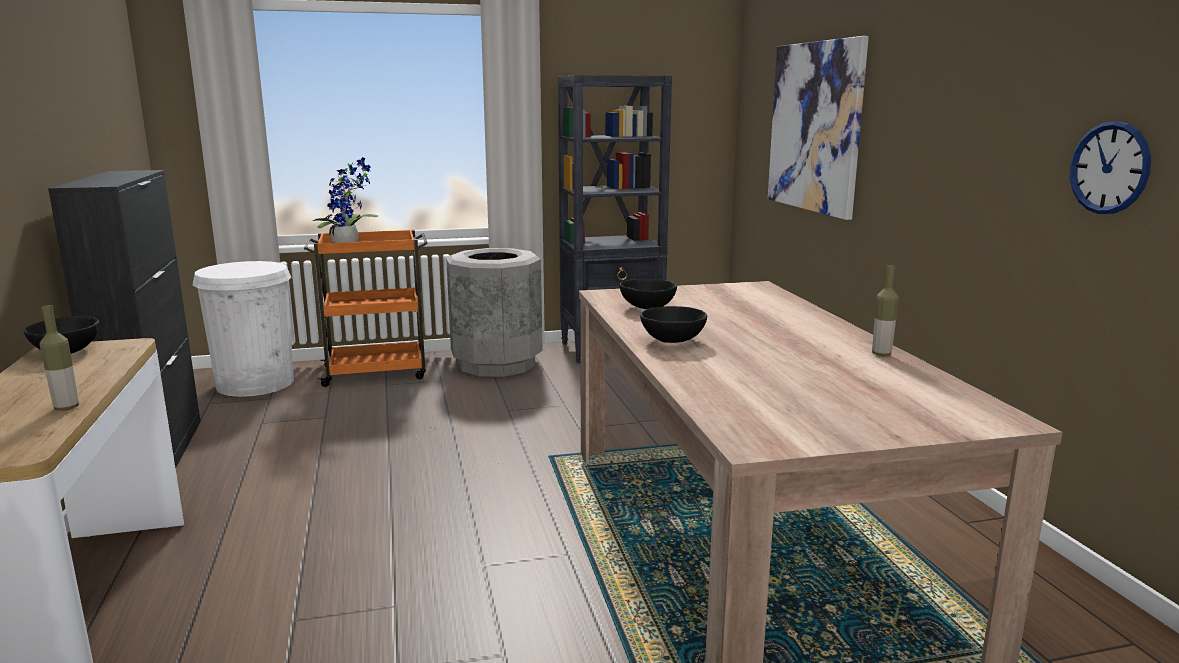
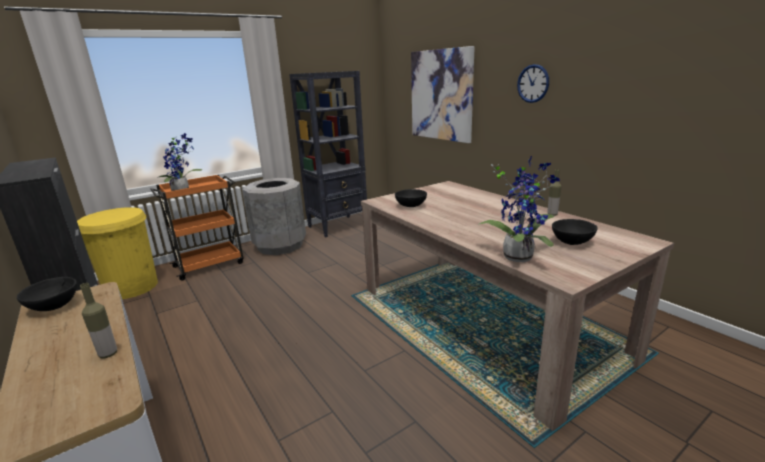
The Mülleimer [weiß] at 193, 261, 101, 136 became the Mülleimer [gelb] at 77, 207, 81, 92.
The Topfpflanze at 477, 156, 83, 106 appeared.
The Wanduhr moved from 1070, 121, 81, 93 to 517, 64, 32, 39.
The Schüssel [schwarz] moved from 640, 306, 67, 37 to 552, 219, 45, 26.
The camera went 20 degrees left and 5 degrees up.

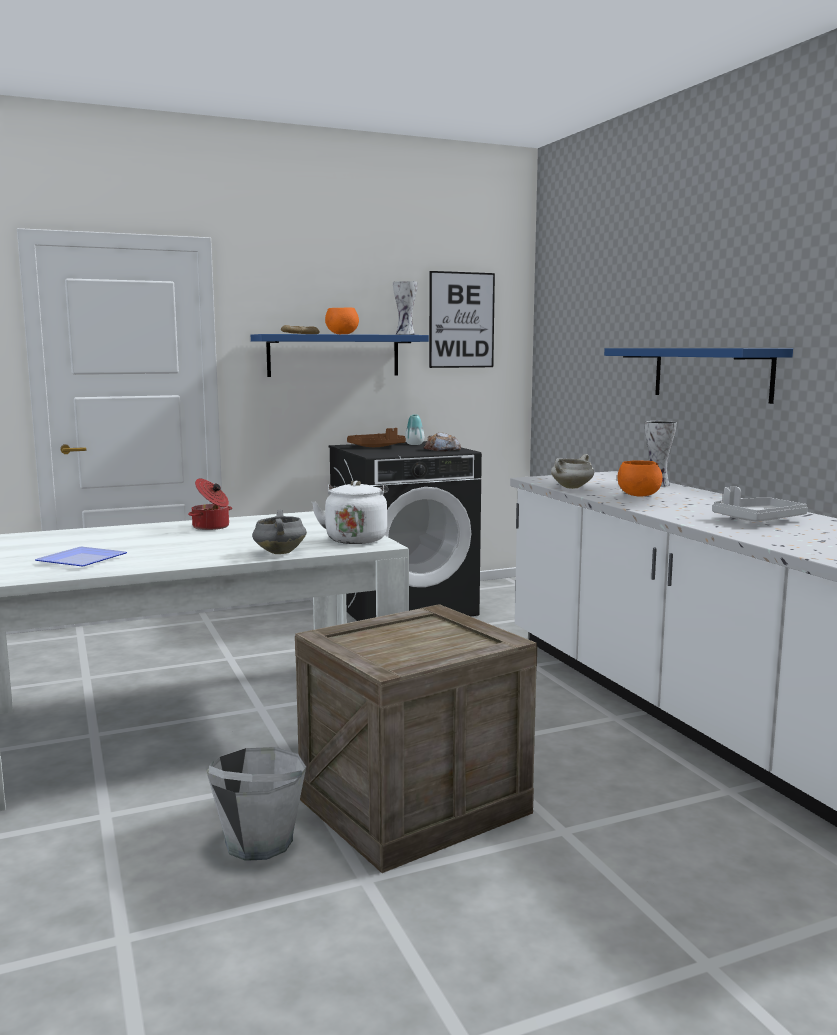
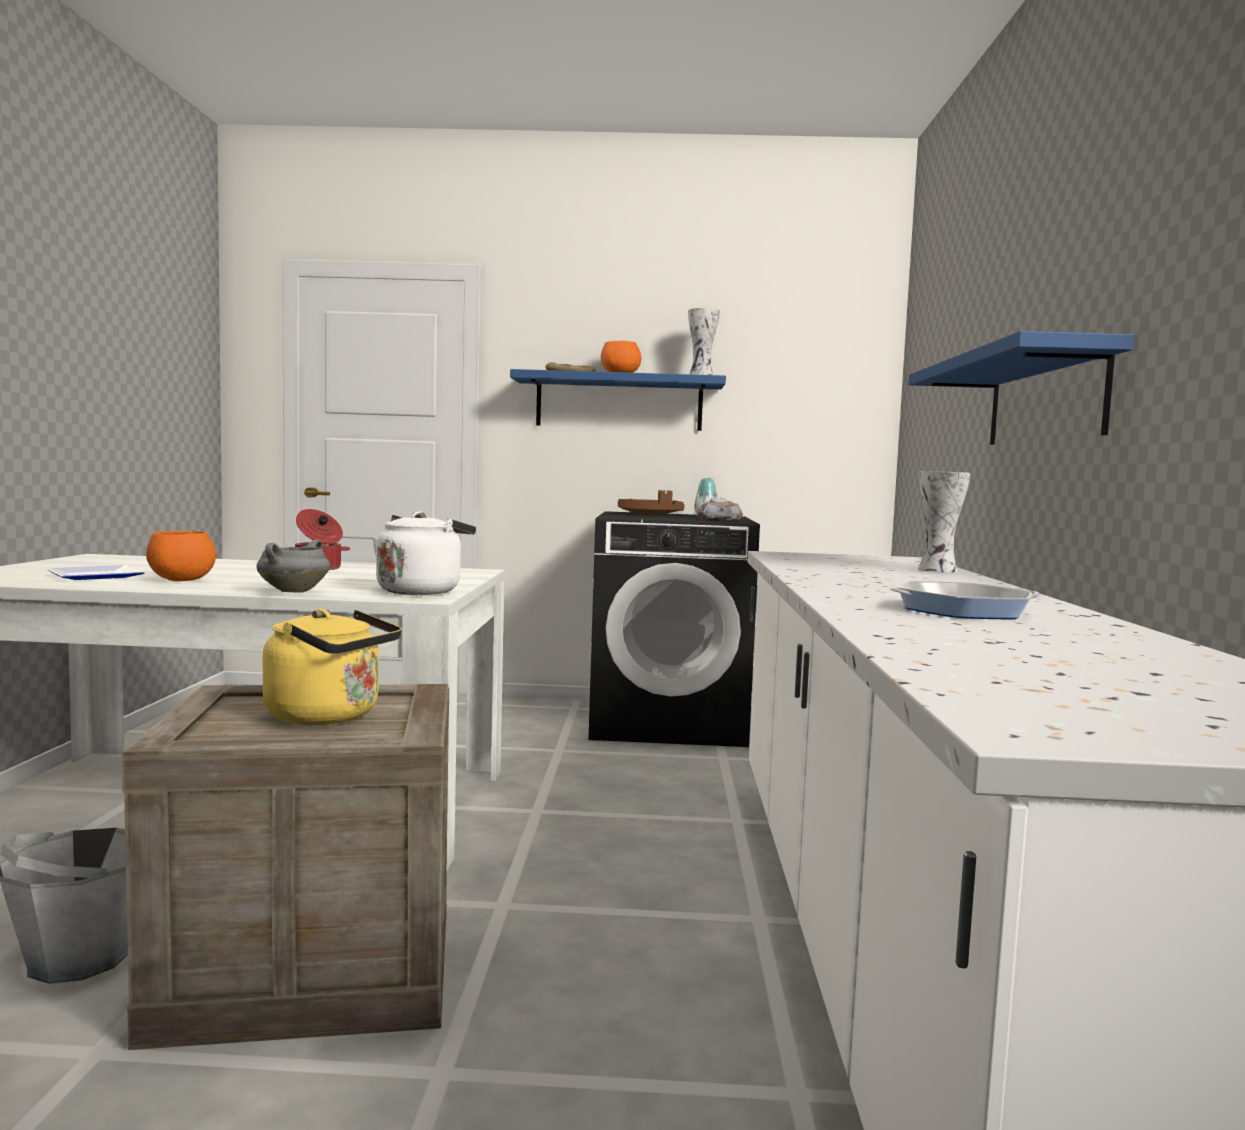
The Schüssel [orange] moved from 617, 460, 45, 37 to 146, 531, 70, 50.
The Wasserkessel [gelb] at 263, 609, 138, 116 appeared.
The Tablett [grau] at 712, 486, 96, 35 was replaced by the Pfanne at 890, 581, 150, 38.
The Bild at 429, 271, 66, 97 disappeared.
The Kochtopf [weiß] at 551, 454, 43, 35 disappeared.
The camera went 25 degrees right and 5 degrees down.

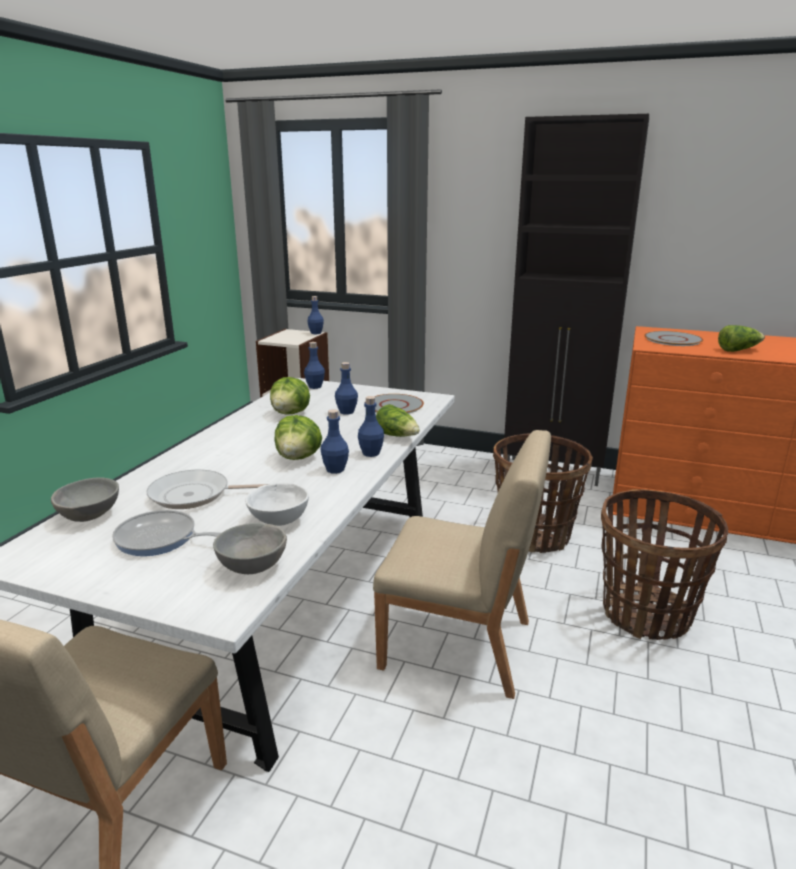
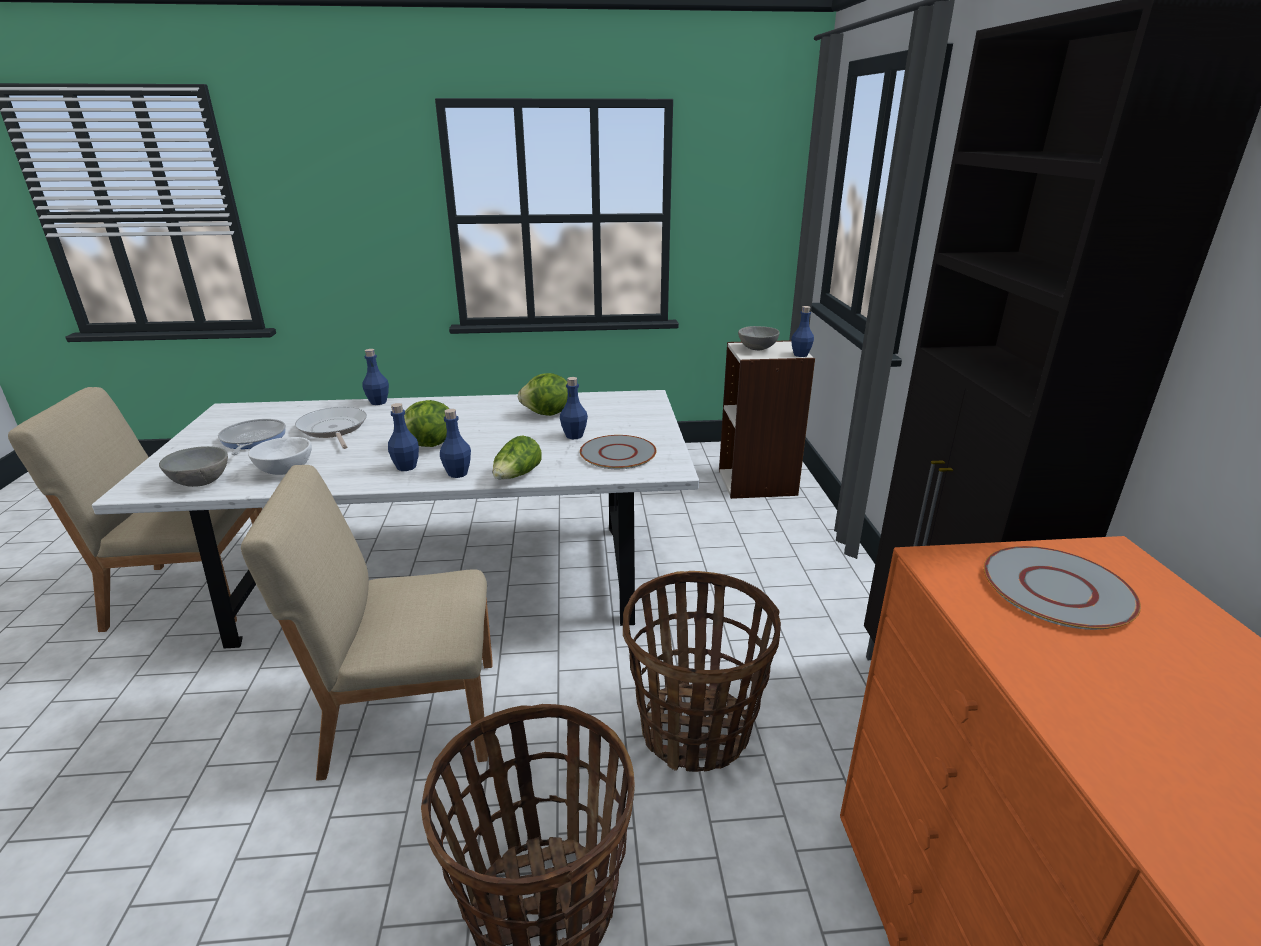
The Stuhl [beige] at 373, 430, 178, 269 turned 90 degrees clockwise.
The Flasche [blau] moved from 304, 342, 21, 47 to 362, 349, 27, 56.
The Schüssel [grau] moved from 51, 477, 68, 45 to 738, 326, 42, 24.
The Salatkopf at 718, 325, 47, 27 disappeared.
The camera went 65 degrees right and 5 degrees up.

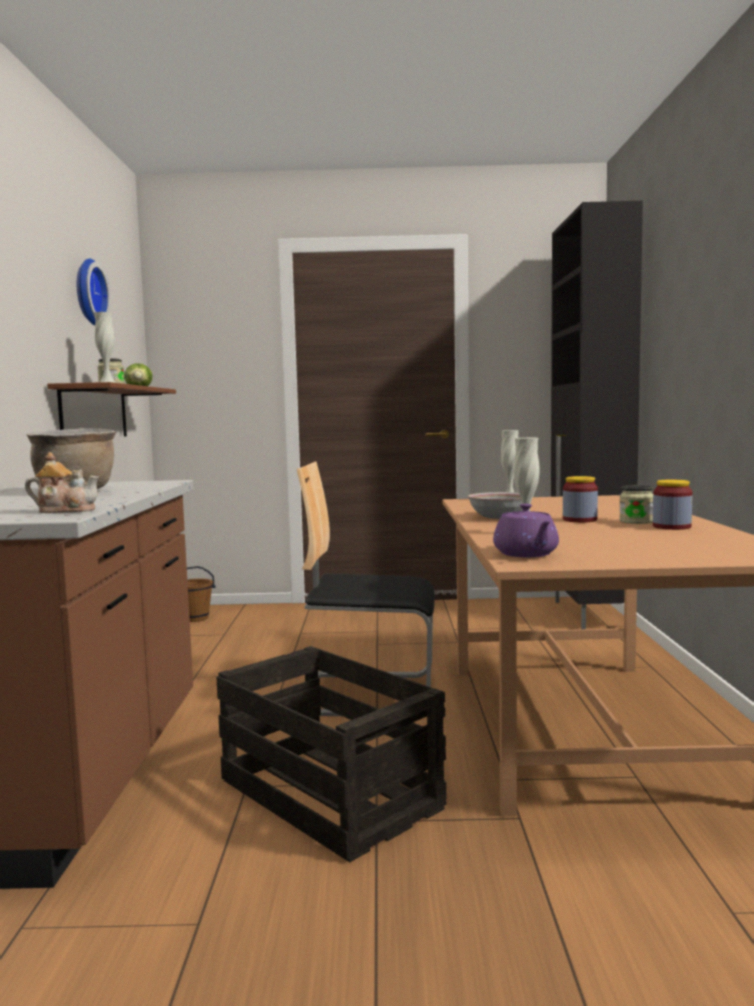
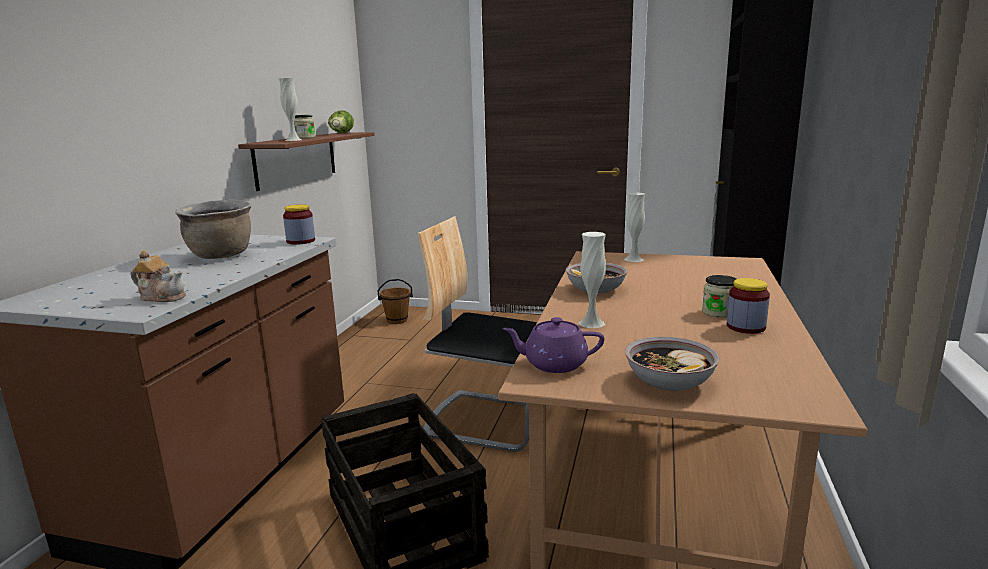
The Vorratsglas moved from 563, 476, 35, 46 to 283, 204, 32, 41.
The Teekanne [lila] at 493, 504, 66, 53 turned 90 degrees clockwise.
The Schüssel at 625, 336, 95, 55 appeared.
The Wanduhr at 77, 259, 34, 66 disappeared.
The camera went 15 degrees right and 10 degrees up.

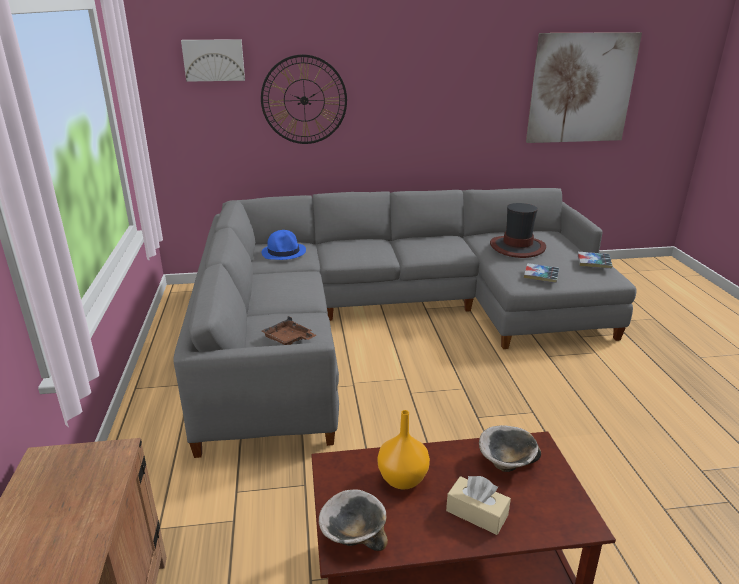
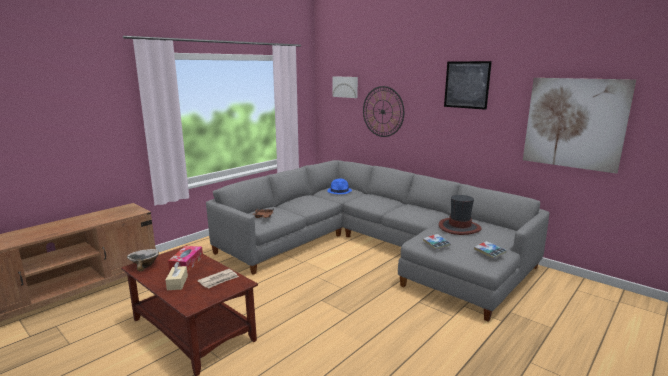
The Vase [orange] at 377, 410, 53, 80 was replaced by the Taschentuchbox at 168, 246, 35, 27.
The Schüssel at 479, 425, 62, 47 was replaced by the Zeitung at 198, 269, 41, 19.
The Bild at 444, 61, 48, 49 appeared.
The camera went 50 degrees right and 10 degrees down.

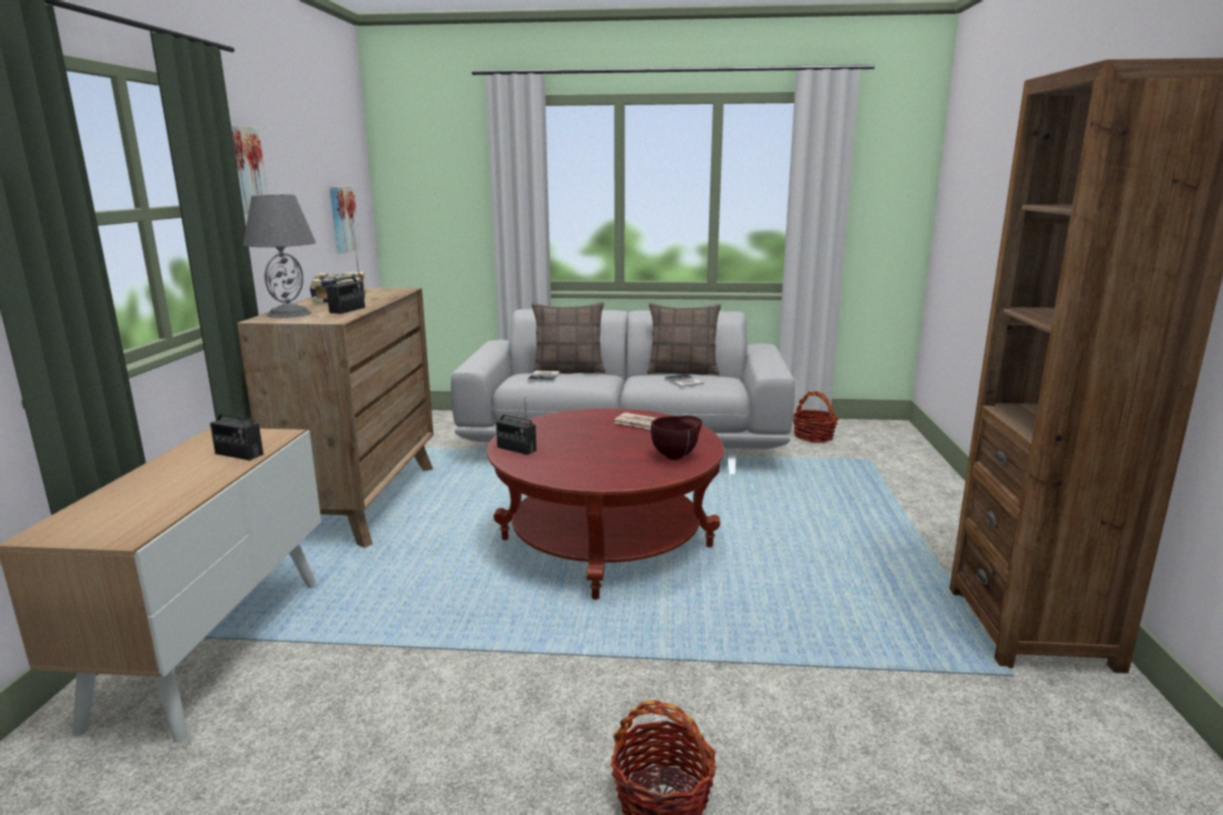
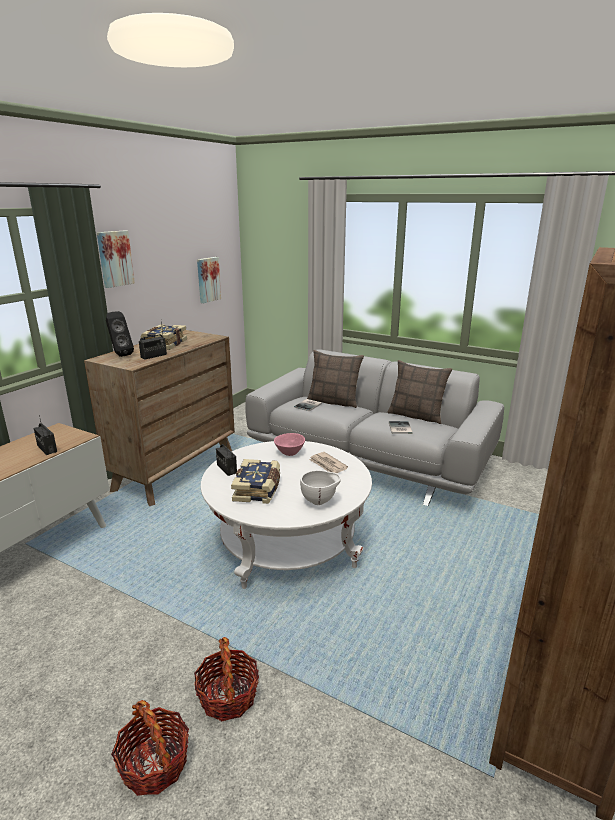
The Tischlampe [grau] at 243, 194, 73, 124 was replaced by the Lautsprecher [schwarz] at 106, 311, 28, 46.
The Korb moved from 793, 391, 45, 51 to 194, 637, 65, 84.
The Couchtisch [rot] at 487, 408, 237, 192 became the Couchtisch [weiß] at 201, 441, 171, 148.
The Buch at 231, 459, 49, 45 appeared.
The Schüssel [rosa] at 274, 433, 31, 23 appeared.
The Schüssel [braun] at 651, 416, 51, 44 became the Schüssel [weiß] at 300, 470, 41, 35.
The camera went 25 degrees right and 5 degrees up.

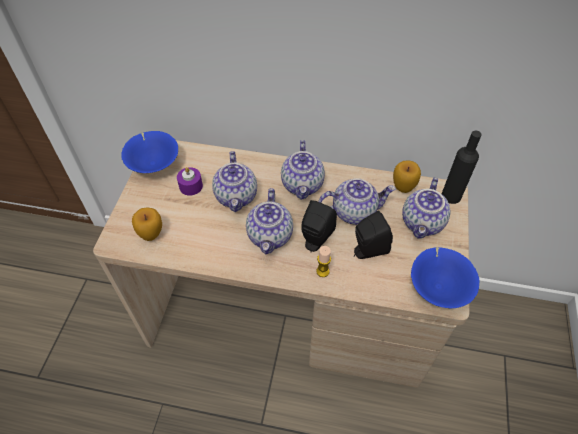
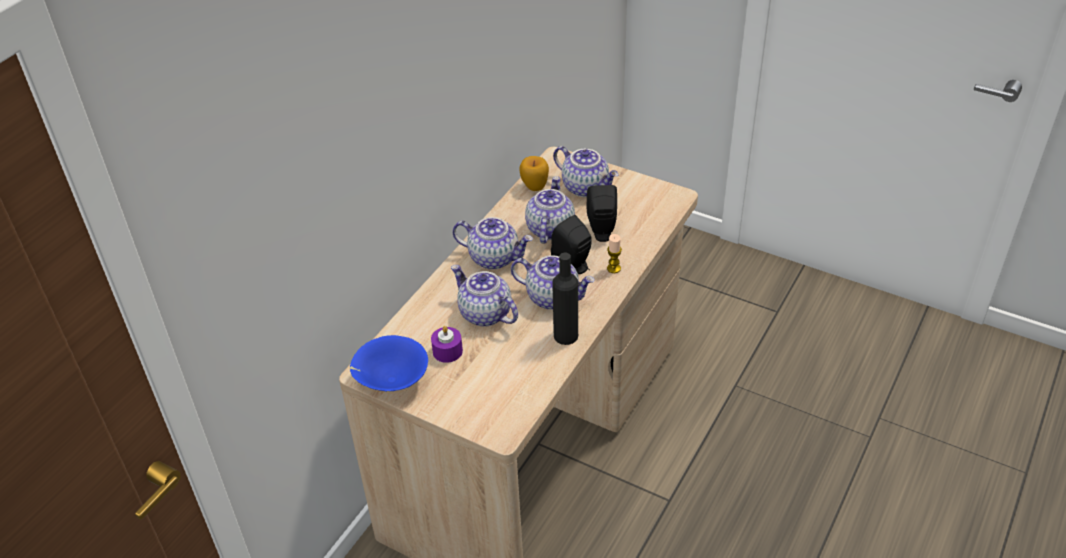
The Teekanne at 212, 151, 45, 61 turned 150 degrees counterclockwise.
The Flasche [schwarz] moved from 442, 131, 40, 73 to 552, 253, 26, 92.
The Apfel at 132, 207, 30, 34 disappeared.
The Schüssel [blau] at 411, 247, 68, 61 disappeared.
The camera went 70 degrees left and 10 degrees down.

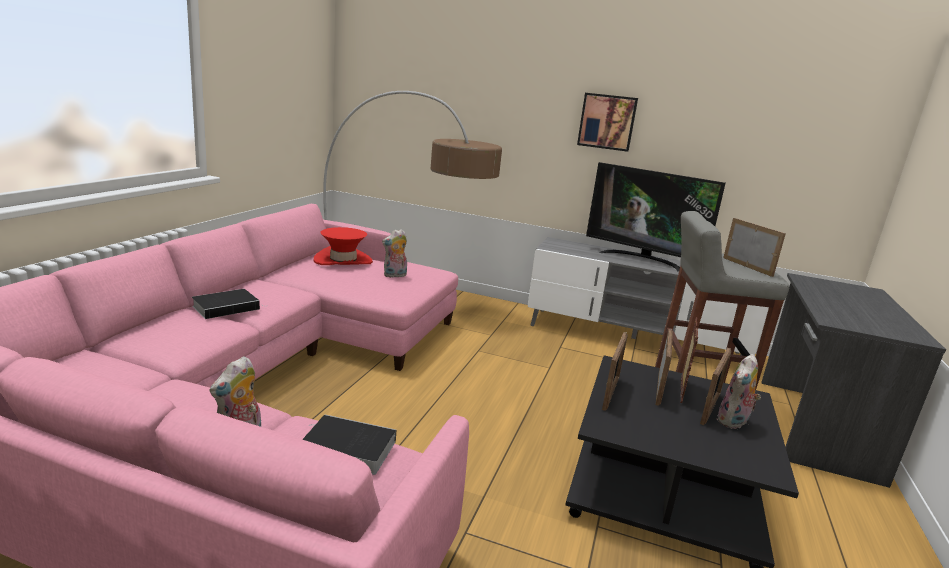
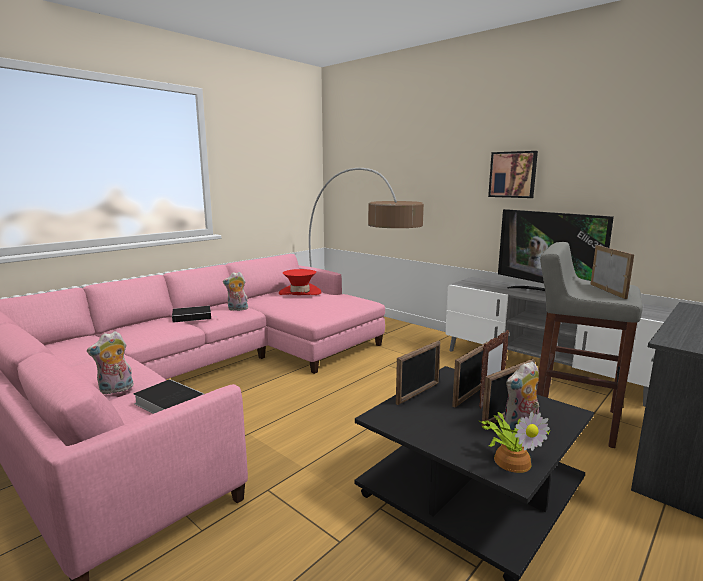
The Plüschtier moved from 382, 229, 25, 49 to 223, 272, 25, 39.
The Topfpflanze at 479, 411, 72, 62 appeared.
The camera went 25 degrees right and 5 degrees down.

